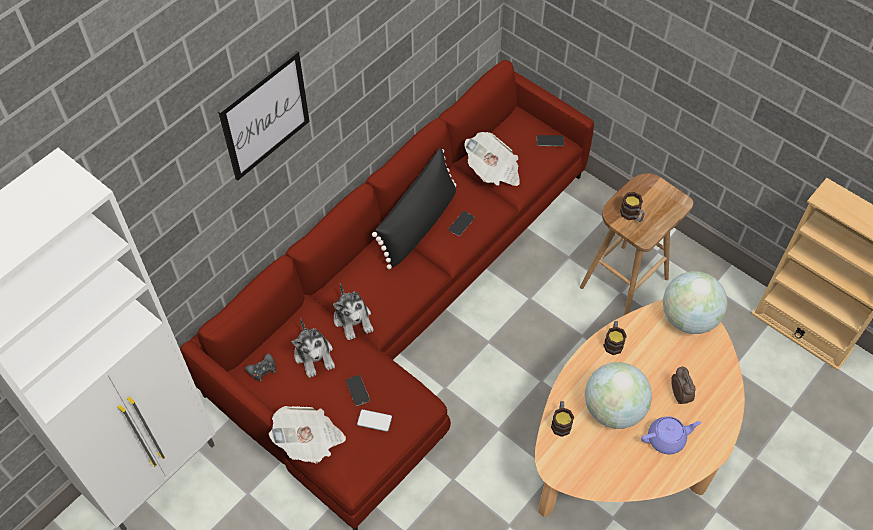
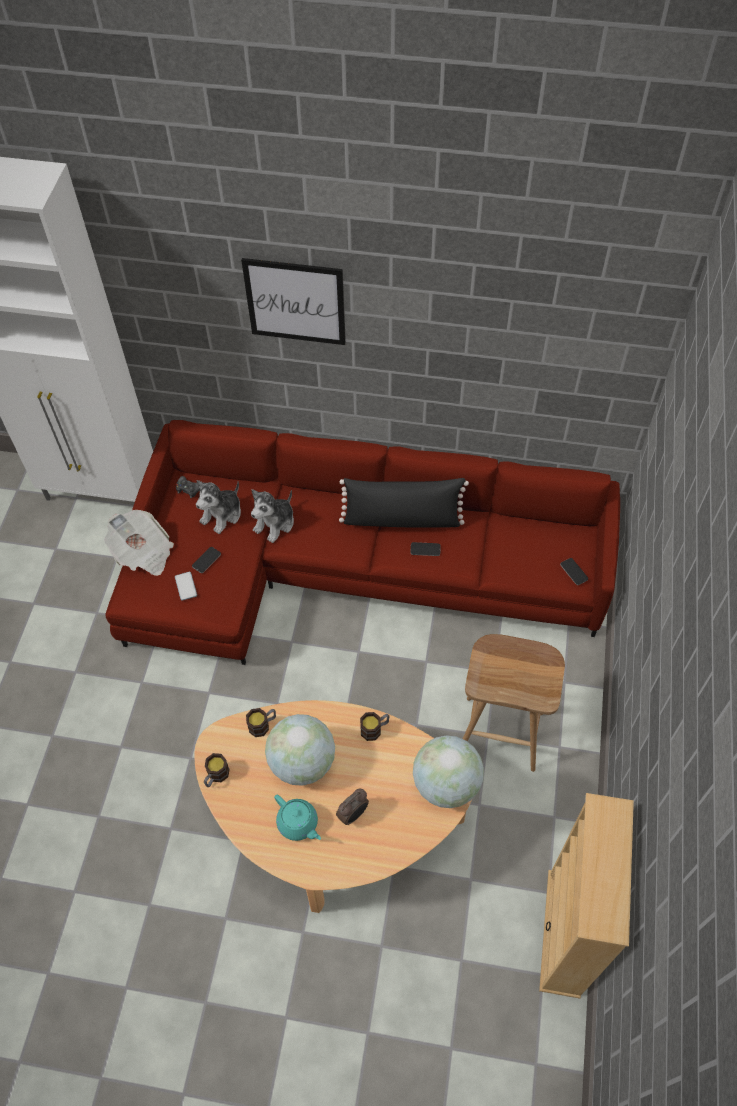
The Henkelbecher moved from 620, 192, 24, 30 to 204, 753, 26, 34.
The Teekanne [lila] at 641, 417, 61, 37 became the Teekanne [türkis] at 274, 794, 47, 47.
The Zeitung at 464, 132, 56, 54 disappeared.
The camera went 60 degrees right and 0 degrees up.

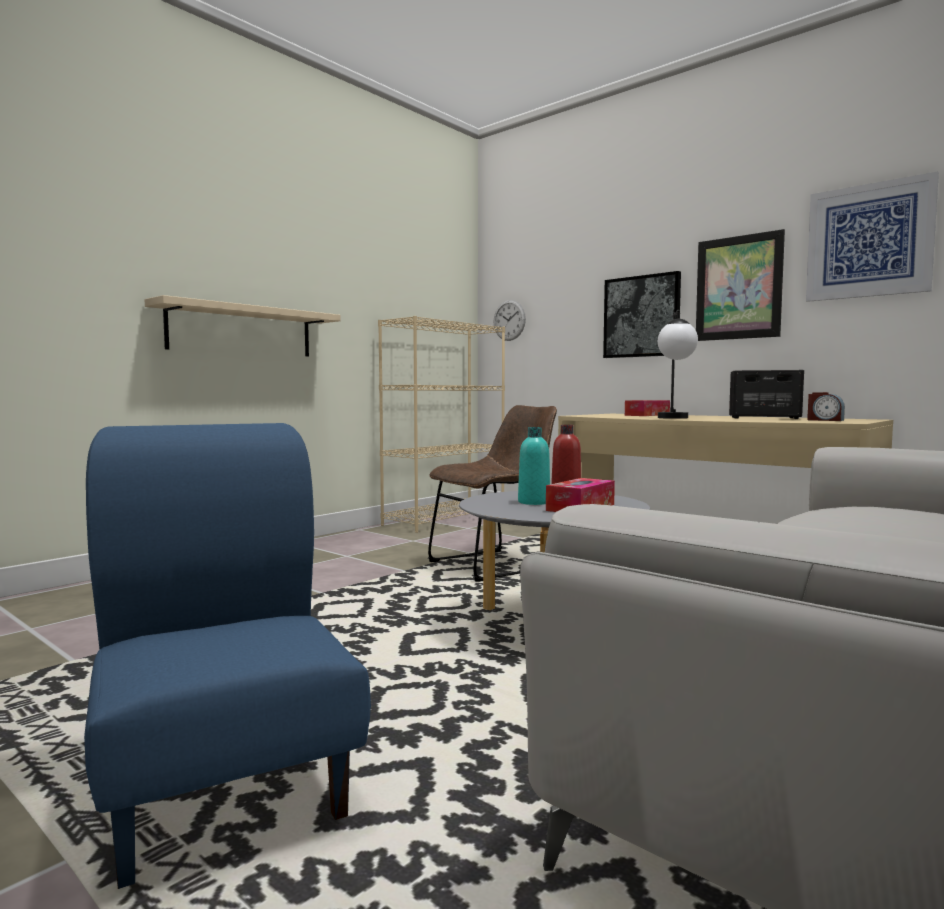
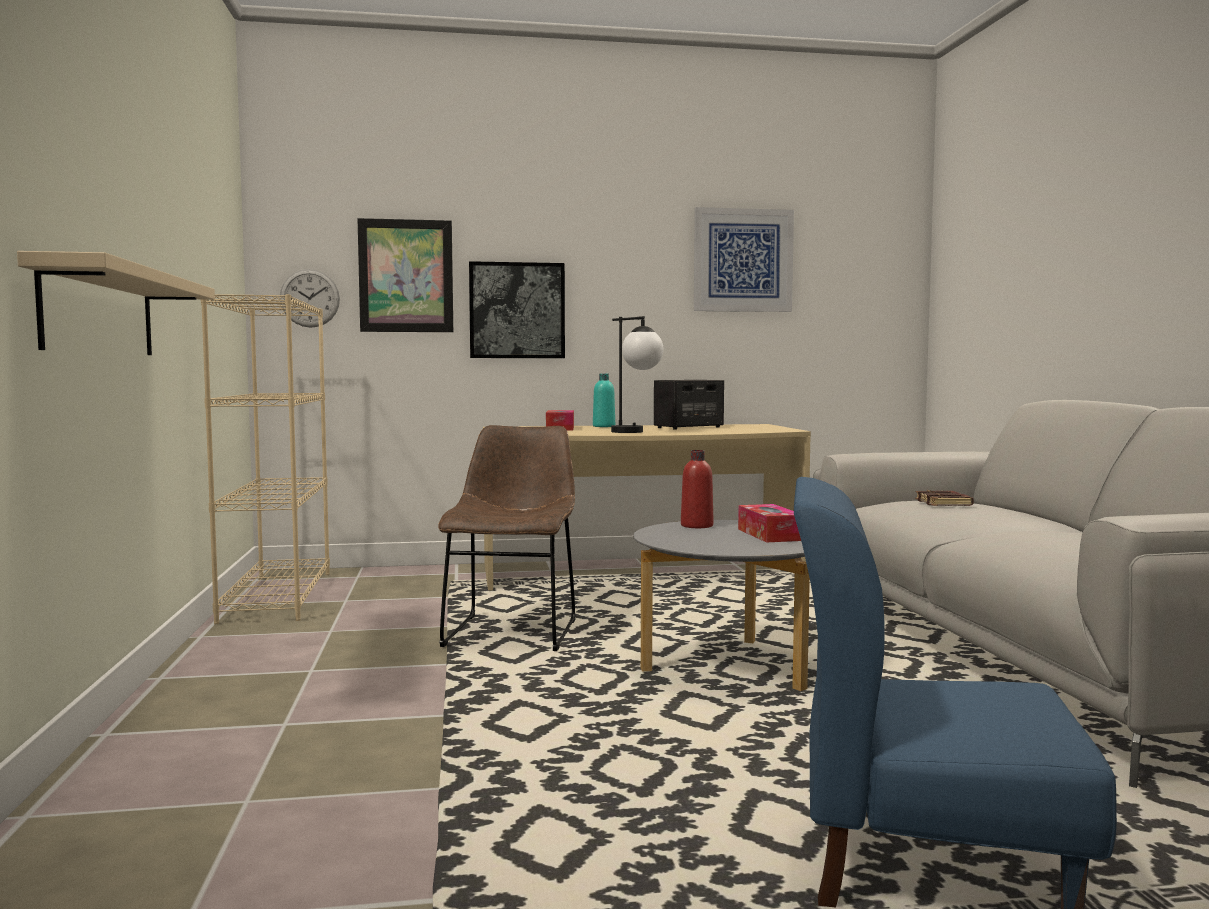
The Bild moved from 696, 229, 89, 112 to 357, 218, 96, 114.
The Flasche [türkis] moved from 518, 427, 32, 78 to 593, 374, 22, 53.
The Buch [braun] at 915, 490, 59, 16 appeared.
The Wecker at 807, 392, 38, 29 disappeared.
The camera went 50 degrees left and 0 degrees up.

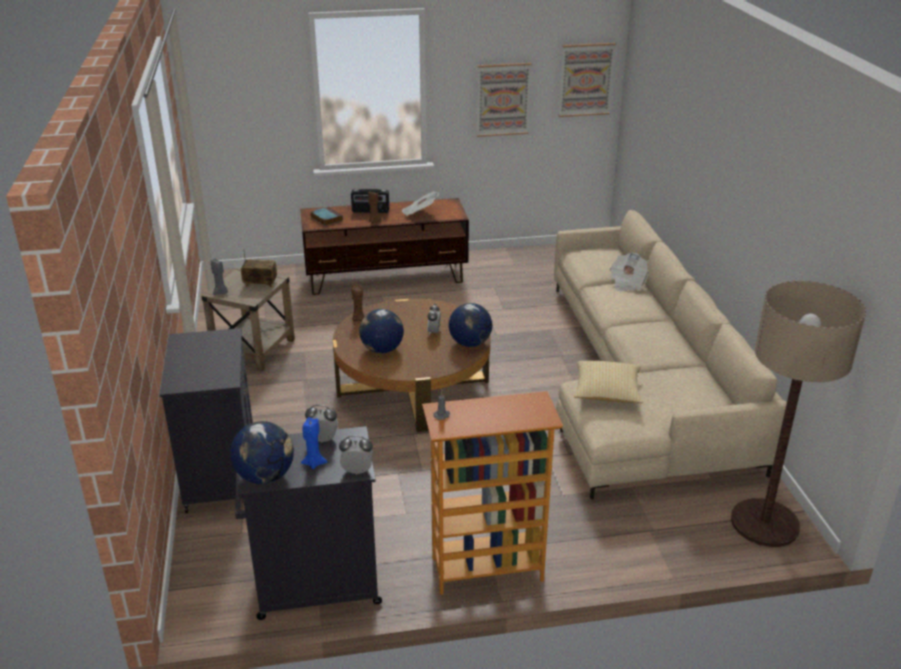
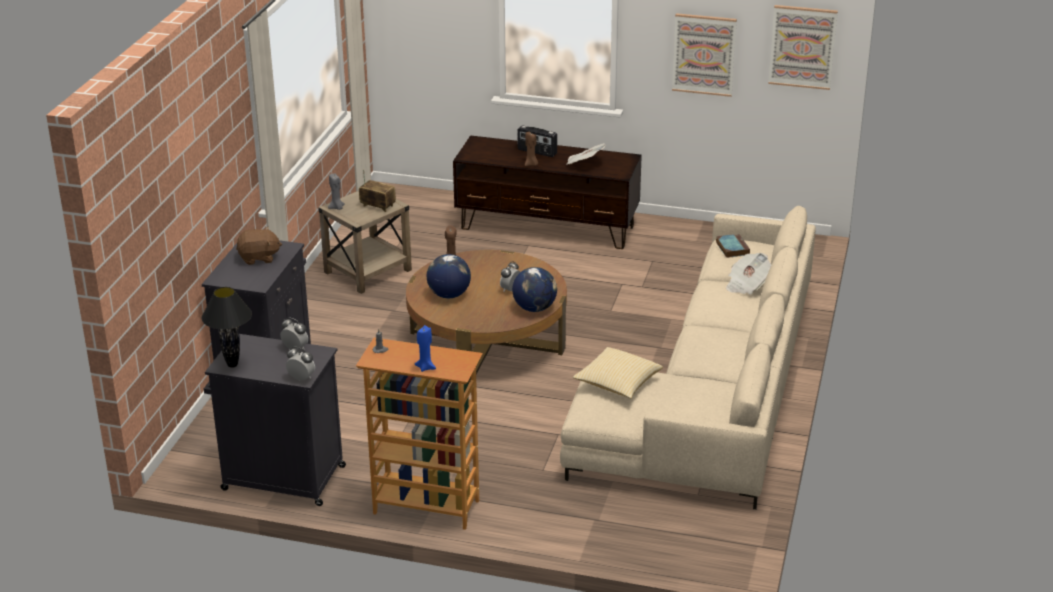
The Globus at 230, 421, 64, 63 was replaced by the Tischlampe [schwarz] at 202, 287, 50, 81.
The Plüschtier [braun] at 236, 227, 46, 38 appeared.
The Kerze [blau] moved from 301, 417, 27, 52 to 415, 325, 21, 47.
The Buch moved from 310, 207, 33, 19 to 716, 234, 34, 24.
The Stehlampe at 731, 281, 135, 266 disappeared.
The camera went 25 degrees right and 0 degrees up.

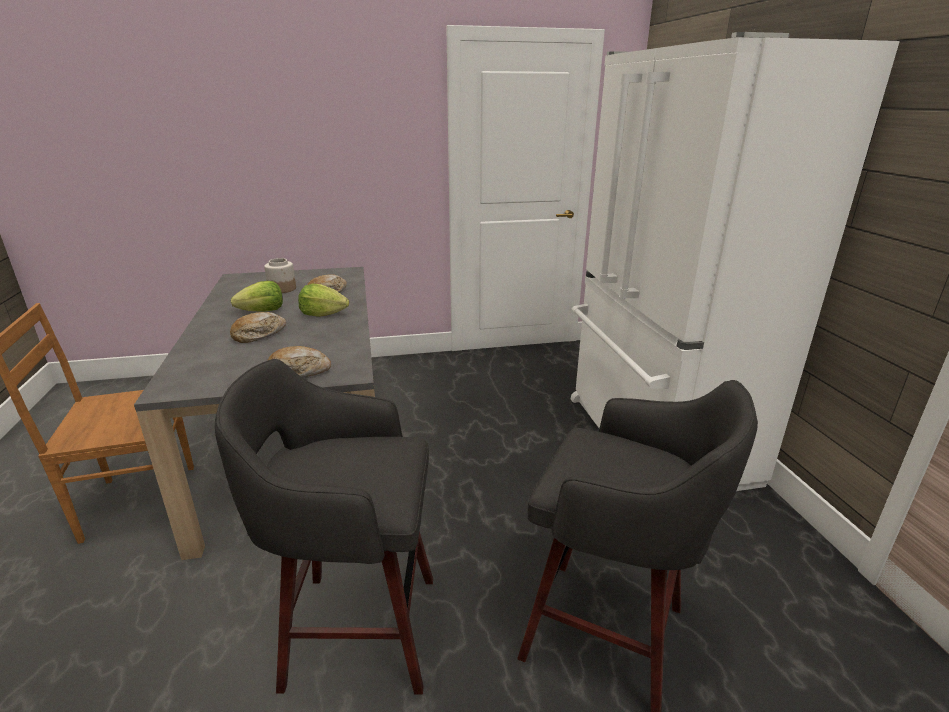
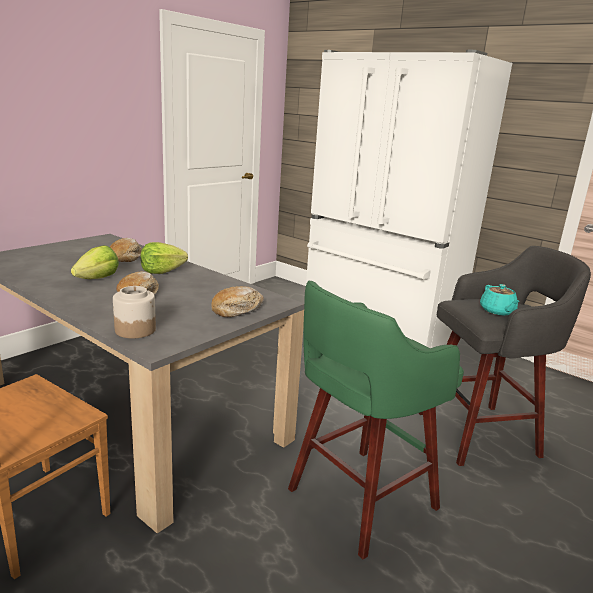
The Vorratsglas moved from 264, 258, 32, 35 to 113, 286, 43, 52.
The Hocker [grau] at 215, 359, 218, 336 became the Hocker [grün] at 288, 280, 176, 279.
The Teekanne [türkis] at 480, 284, 40, 31 appeared.
The camera went 40 degrees left and 5 degrees down.

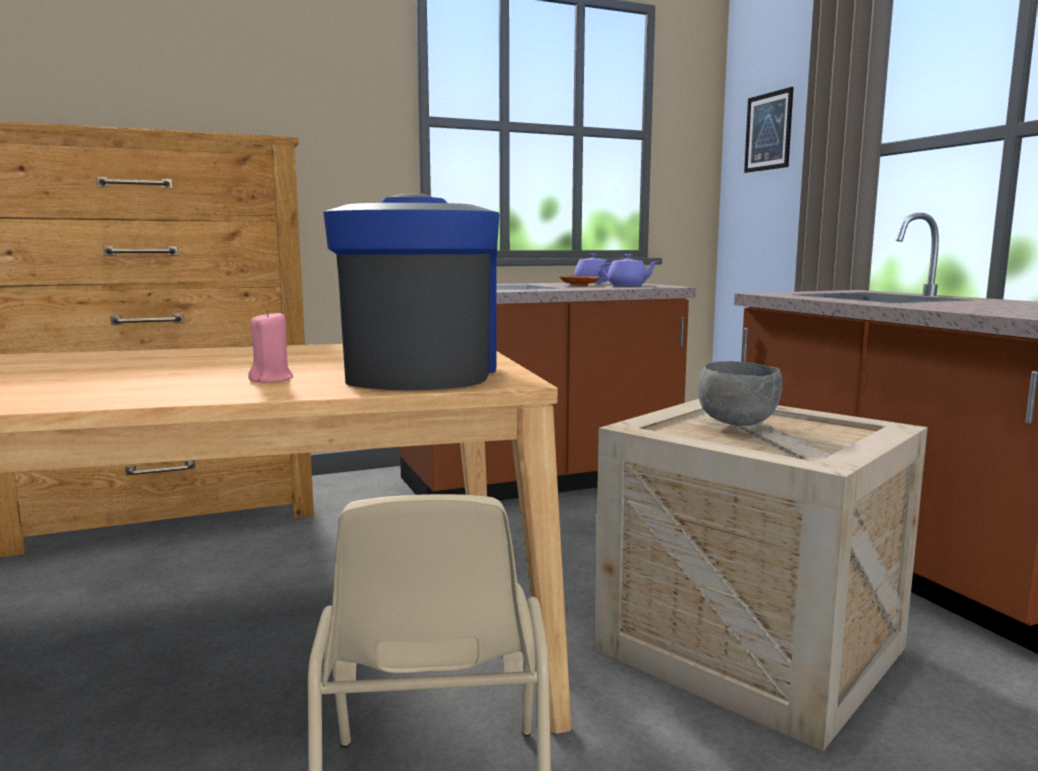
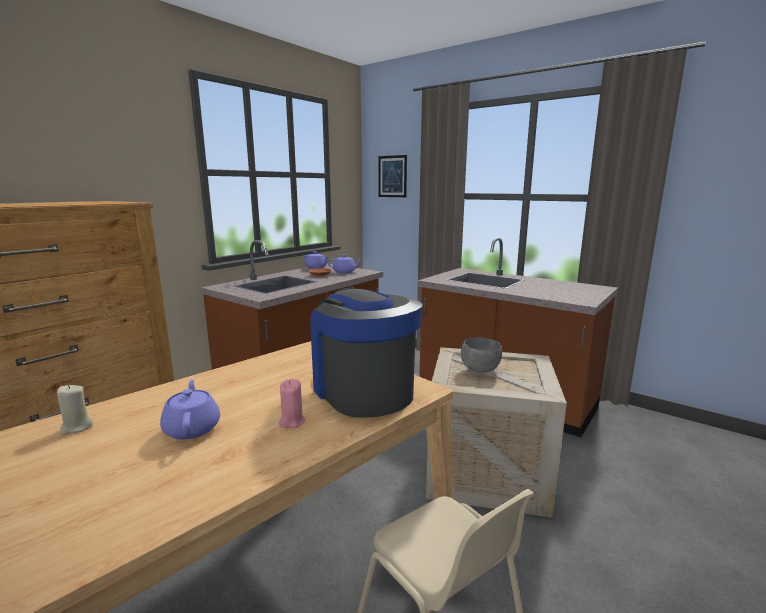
The Kerze [beige] at 57, 385, 36, 50 appeared.
The Teekanne [lila] at 160, 380, 60, 60 appeared.
The camera went 30 degrees left and 5 degrees up.

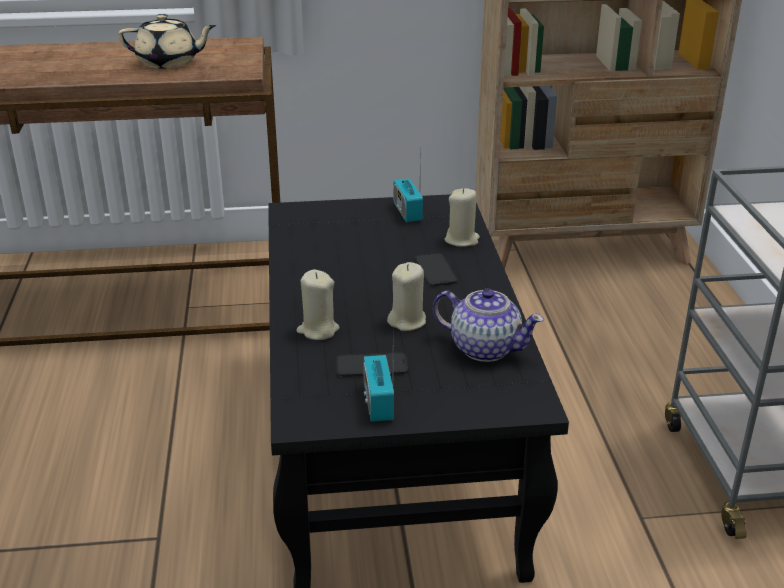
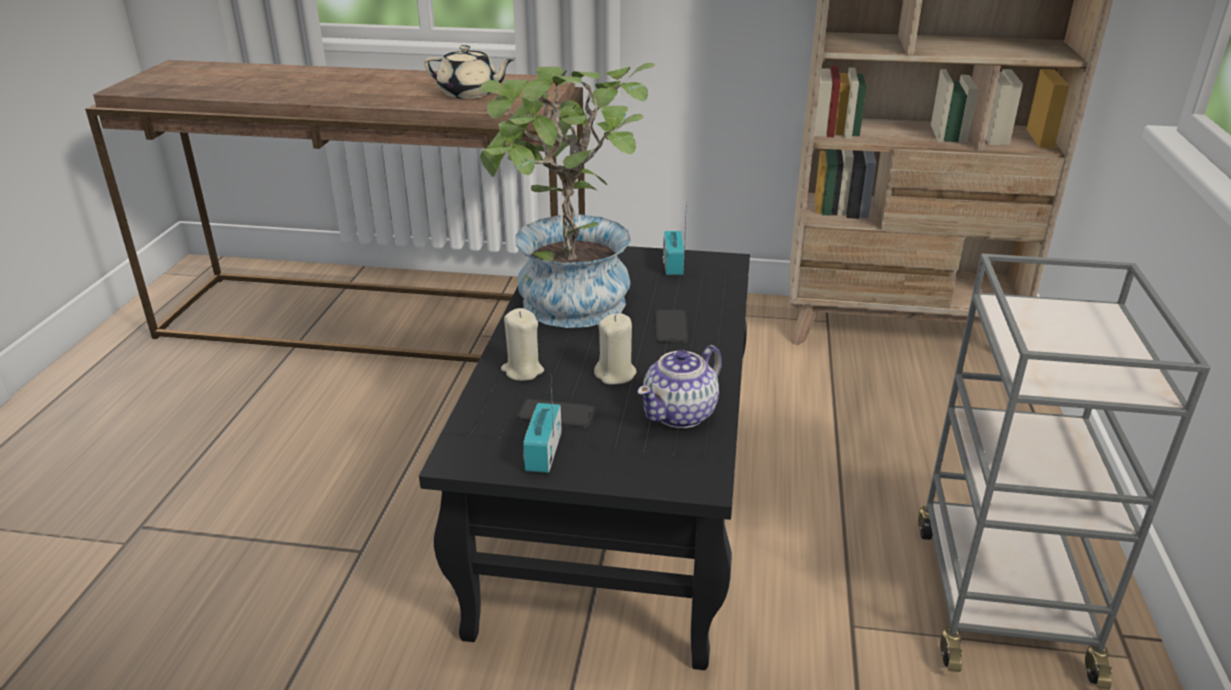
The Topfpflanze at 478, 63, 177, 265 appeared.
The Teekanne at 433, 289, 111, 73 turned 90 degrees clockwise.
The Kerze [beige] at 444, 188, 36, 59 disappeared.
The camera went 15 degrees right and 0 degrees up.

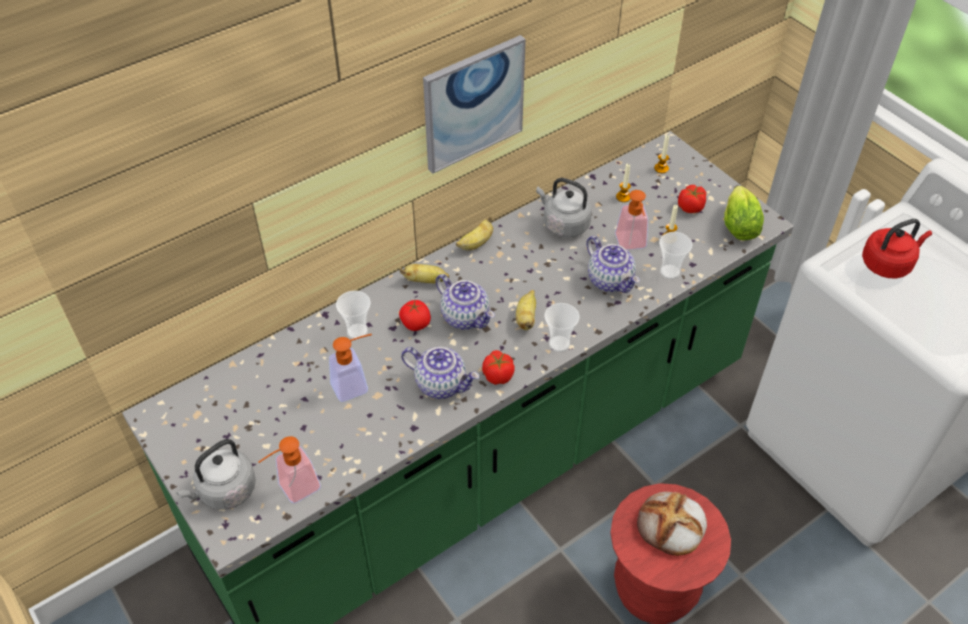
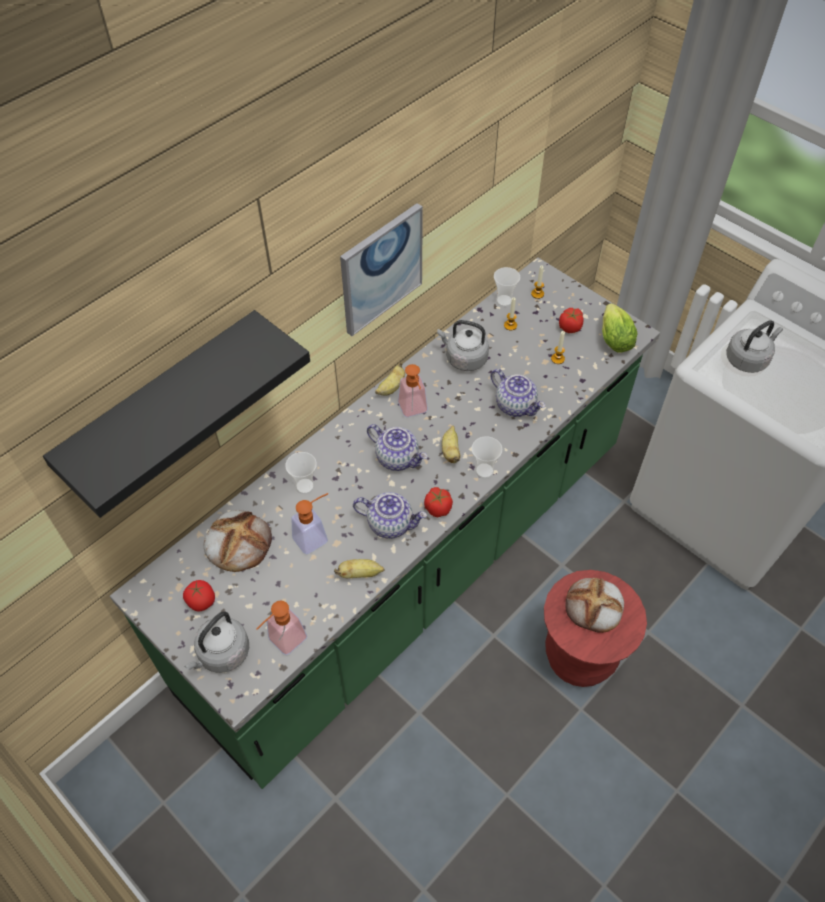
The Wandregal [schwarz] at 43, 310, 267, 208 appeared.
The Tomate moved from 399, 300, 32, 31 to 183, 580, 32, 31.
The Brot at 204, 510, 68, 62 appeared.
The Banane moved from 400, 264, 49, 19 to 334, 559, 50, 19.
The Seifenspender moved from 615, 190, 33, 60 to 398, 364, 30, 53.
The Tasse moved from 659, 232, 33, 47 to 494, 267, 26, 40.
The Wasserkessel [rot] at 862, 219, 70, 59 became the Wasserkessel [grau] at 726, 320, 57, 53.
The camera went 10 degrees left and 5 degrees up.

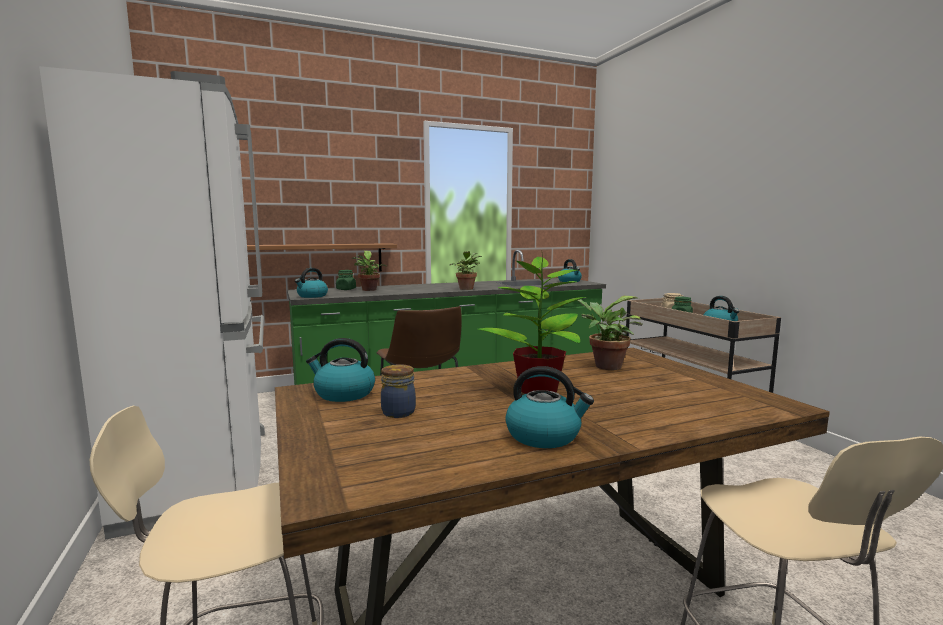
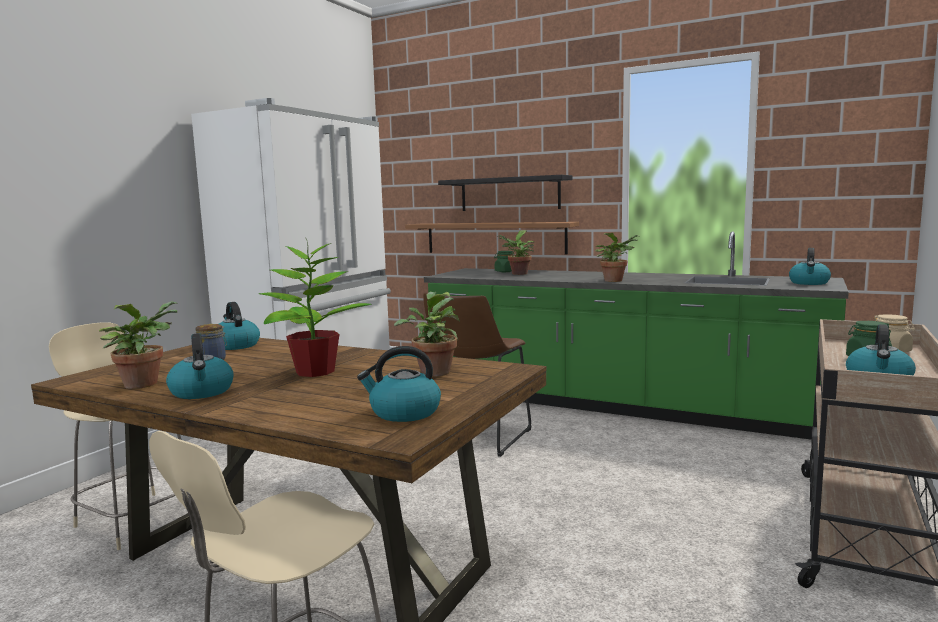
The Topfpflanze at 99, 301, 80, 88 appeared.
The Wasserkessel moved from 295, 268, 33, 30 to 357, 346, 84, 76.
The Wandregal [schwarz] at 438, 175, 134, 36 appeared.
The camera went 50 degrees right and 0 degrees up.

